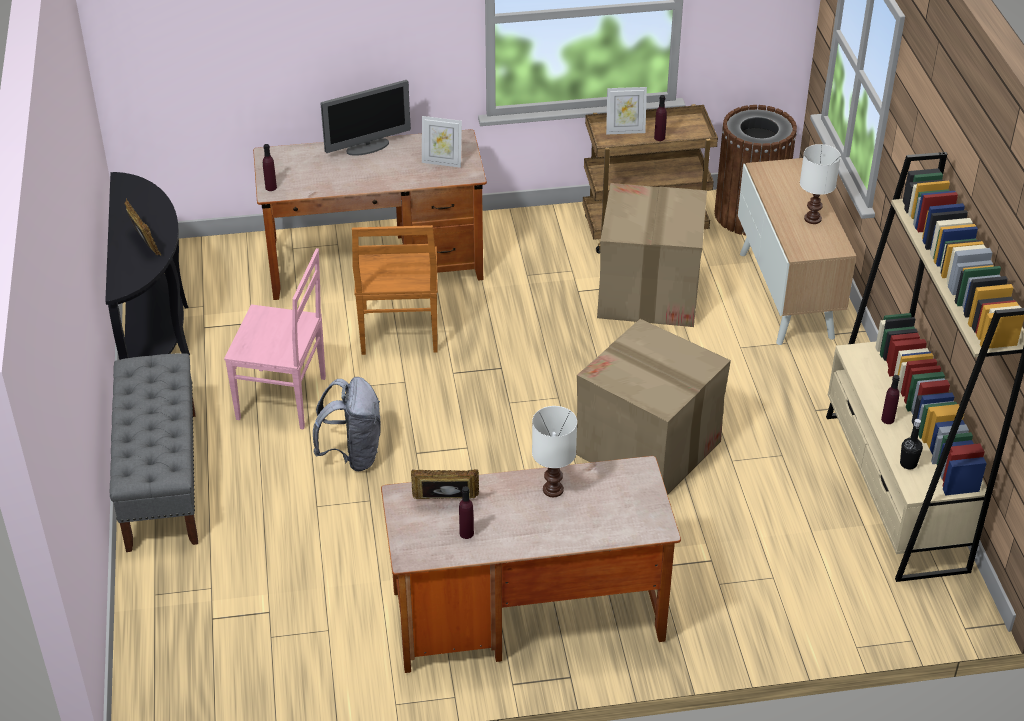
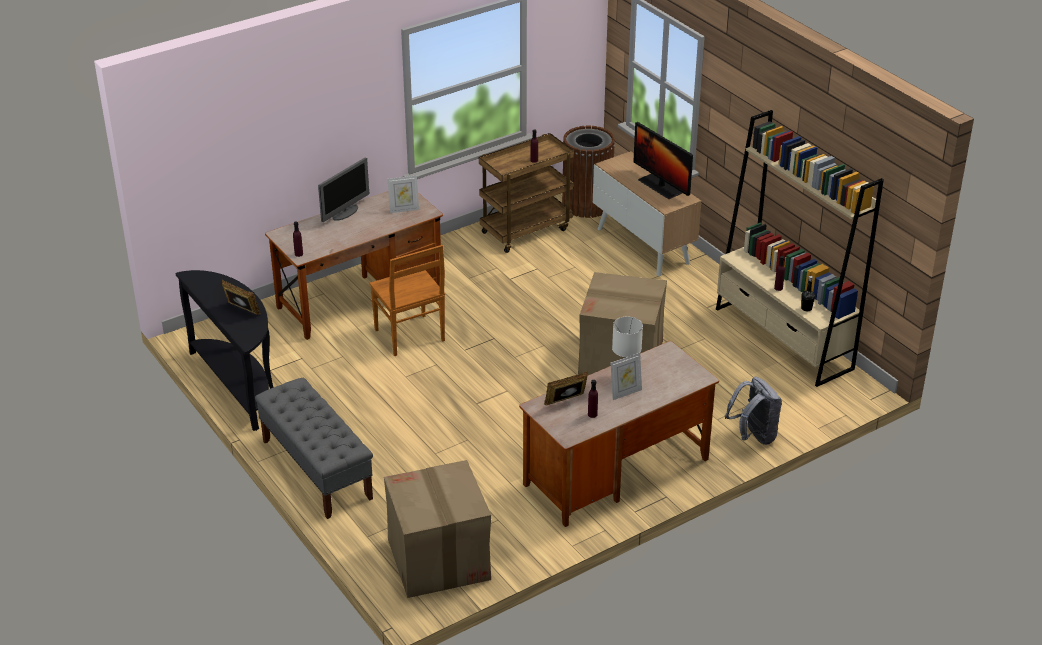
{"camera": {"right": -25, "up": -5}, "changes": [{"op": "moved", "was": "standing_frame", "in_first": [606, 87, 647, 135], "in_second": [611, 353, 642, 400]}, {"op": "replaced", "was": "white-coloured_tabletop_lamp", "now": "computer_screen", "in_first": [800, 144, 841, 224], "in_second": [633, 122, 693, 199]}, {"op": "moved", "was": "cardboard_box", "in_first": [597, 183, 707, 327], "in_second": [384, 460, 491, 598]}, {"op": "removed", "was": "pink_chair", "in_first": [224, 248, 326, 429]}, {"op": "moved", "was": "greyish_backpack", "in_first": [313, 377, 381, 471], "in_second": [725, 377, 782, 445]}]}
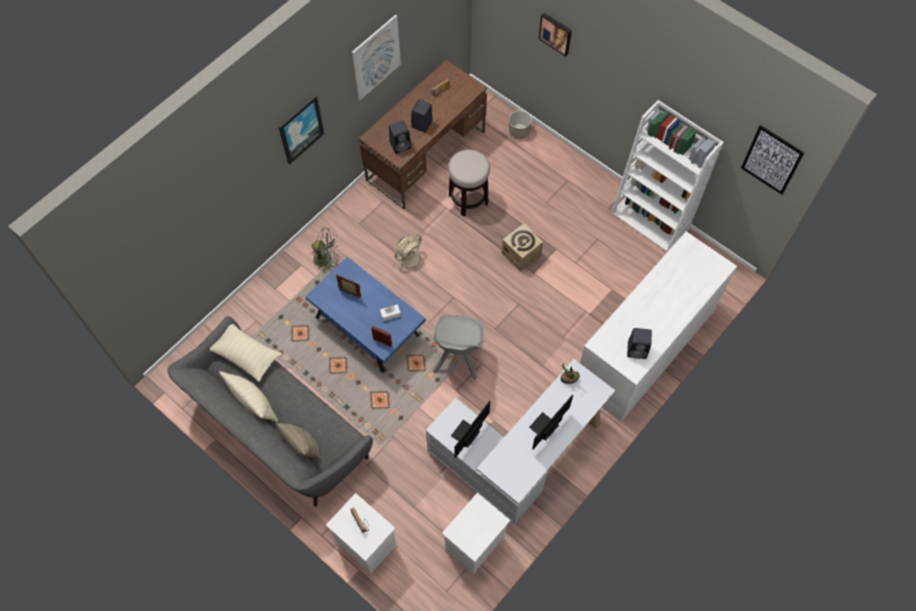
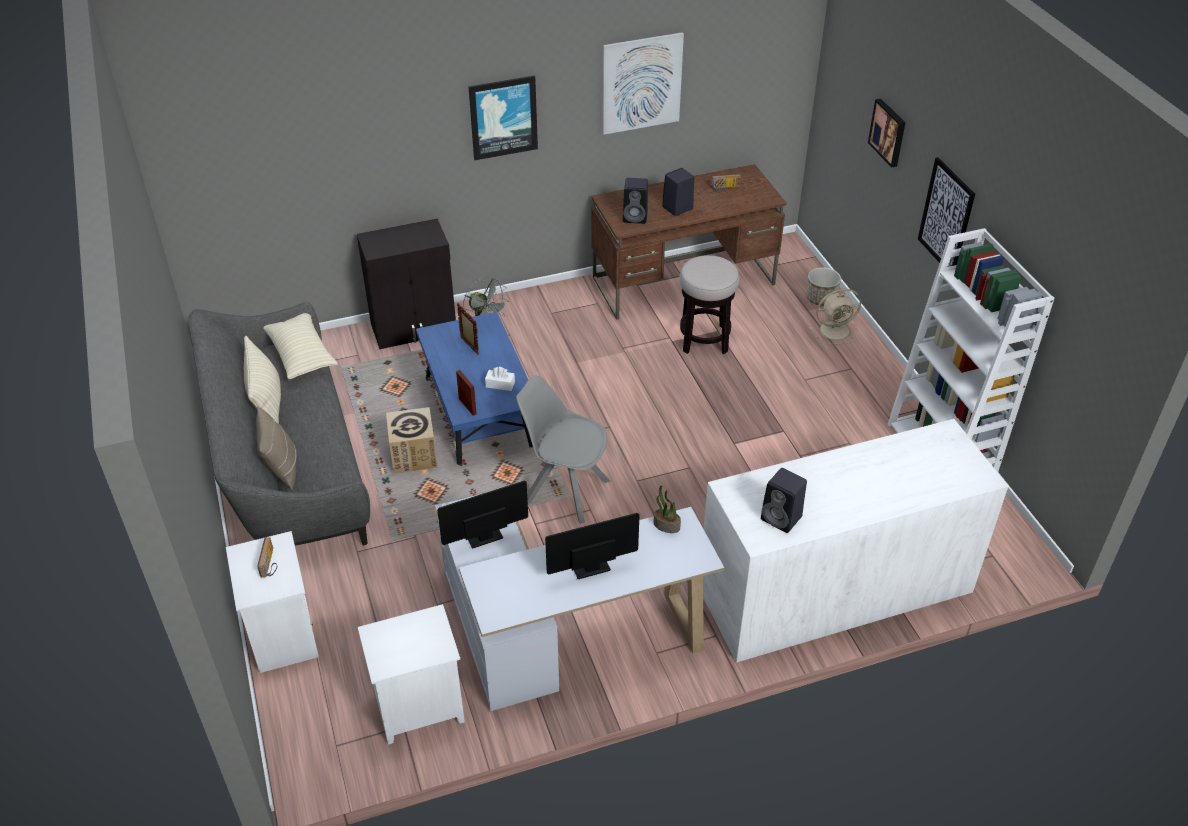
{"camera": {"right": 30, "up": -20}, "changes": [{"op": "moved", "was": "wall_picture", "in_first": [741, 125, 804, 195], "in_second": [918, 157, 975, 267]}, {"op": "moved", "was": "cardboard_box", "in_first": [502, 223, 543, 272], "in_second": [386, 407, 437, 473]}, {"op": "moved", "was": "beige_cooling_fan", "in_first": [392, 234, 426, 272], "in_second": [810, 289, 861, 345]}, {"op": "turned", "was": "greyish_chair", "in_first": [433, 315, 484, 380], "in_second": [516, 376, 611, 524], "clockwise": 75}, {"op": "added", "now": "black_cupboard", "in_second": [357, 219, 456, 349]}]}
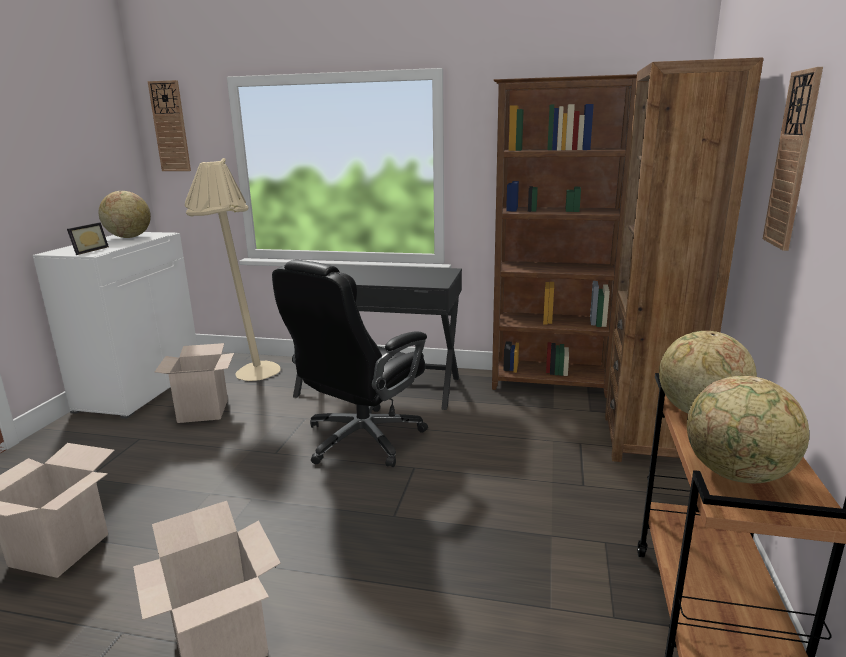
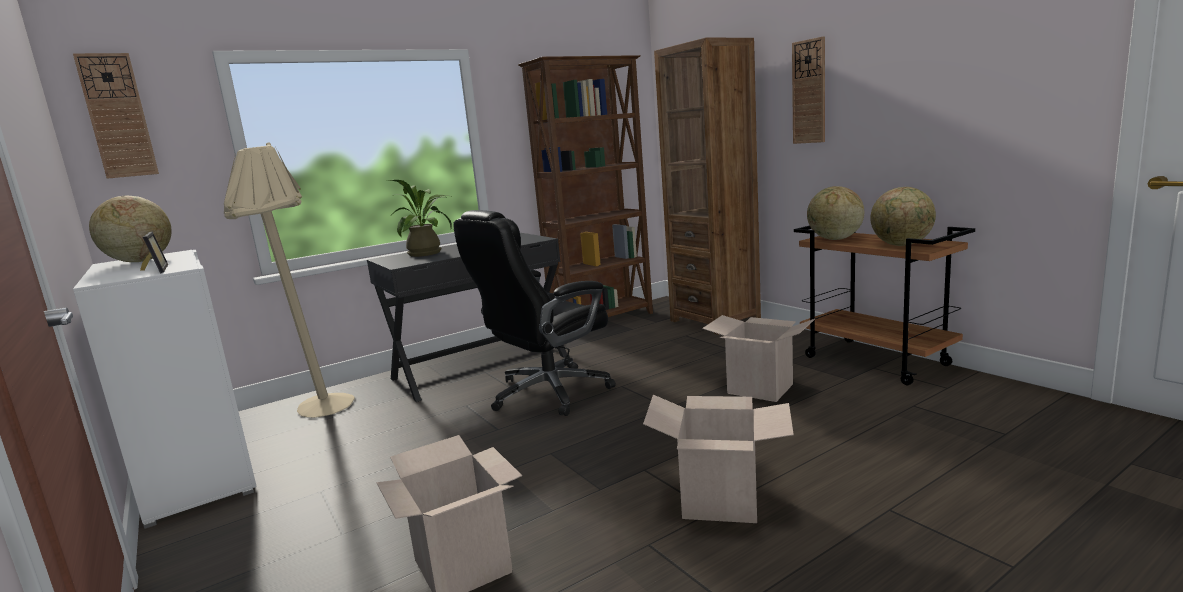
{"camera": {"right": -45, "up": -5}, "changes": [{"op": "turned", "was": "black_computer_chair", "in_first": [272, 260, 428, 467], "in_second": [453, 210, 616, 416], "clockwise": 60}, {"op": "moved", "was": "cardboard_box", "in_first": [155, 343, 234, 423], "in_second": [702, 315, 815, 402]}, {"op": "added", "now": "potted_plant", "in_second": [387, 180, 453, 257]}]}
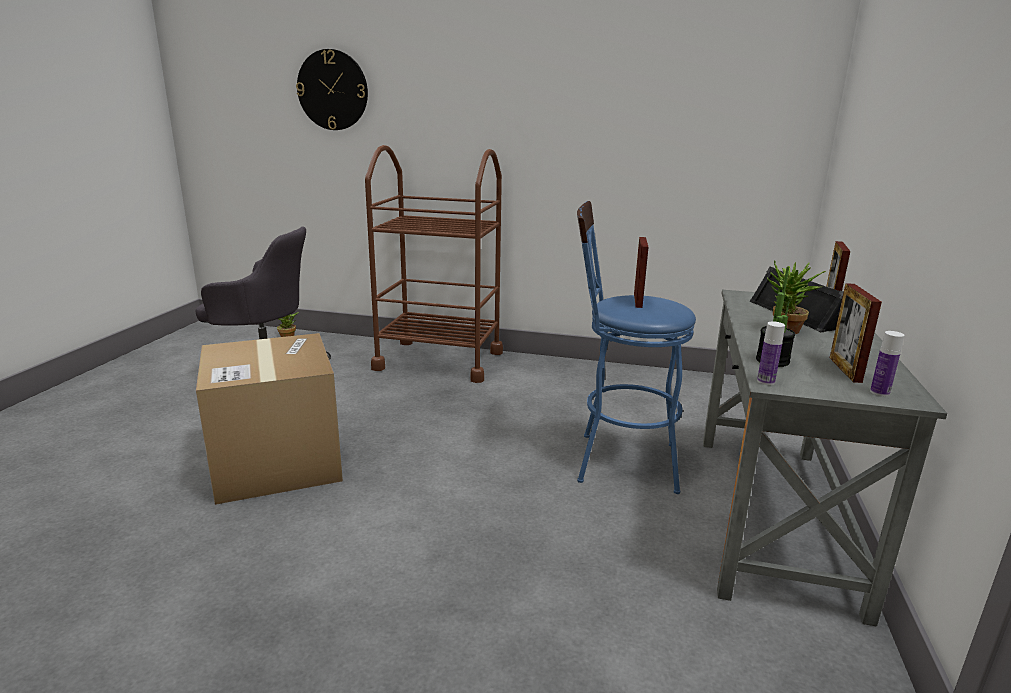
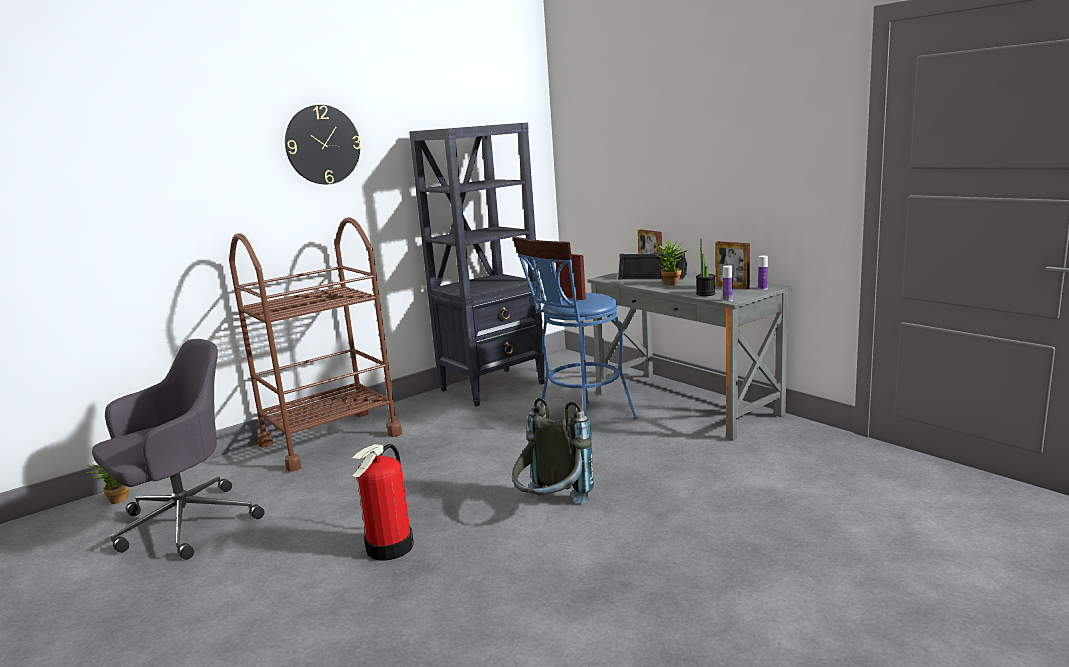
{"camera": {"right": -50, "up": -5}, "changes": [{"op": "moved", "was": "hanging_clock", "in_first": [296, 49, 368, 130], "in_second": [285, 105, 361, 184]}, {"op": "replaced", "was": "cardboard_box", "now": "extinguisher", "in_first": [196, 333, 343, 505], "in_second": [352, 444, 414, 560]}, {"op": "added", "now": "black_bookcase", "in_second": [409, 122, 545, 407]}, {"op": "added", "now": "greyish_backpack", "in_second": [512, 398, 594, 504]}]}
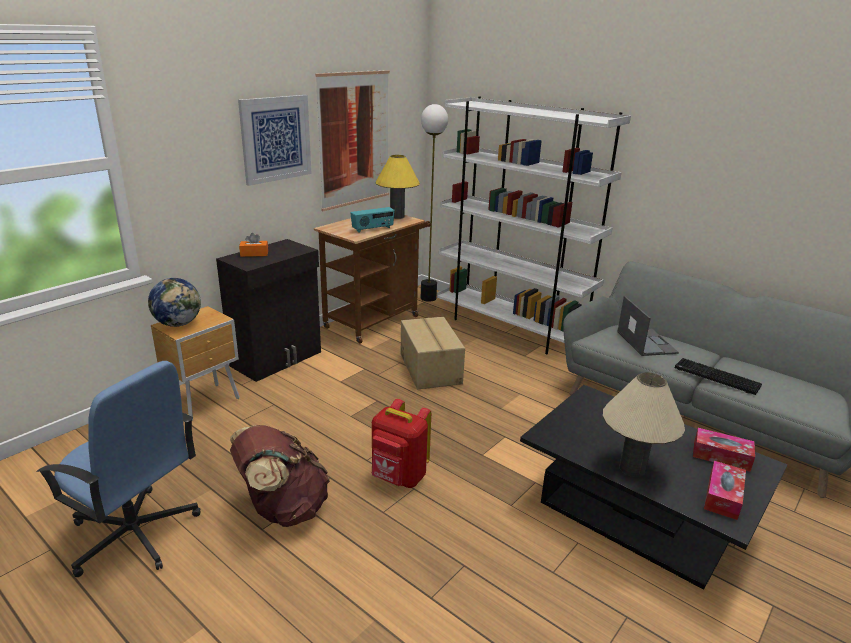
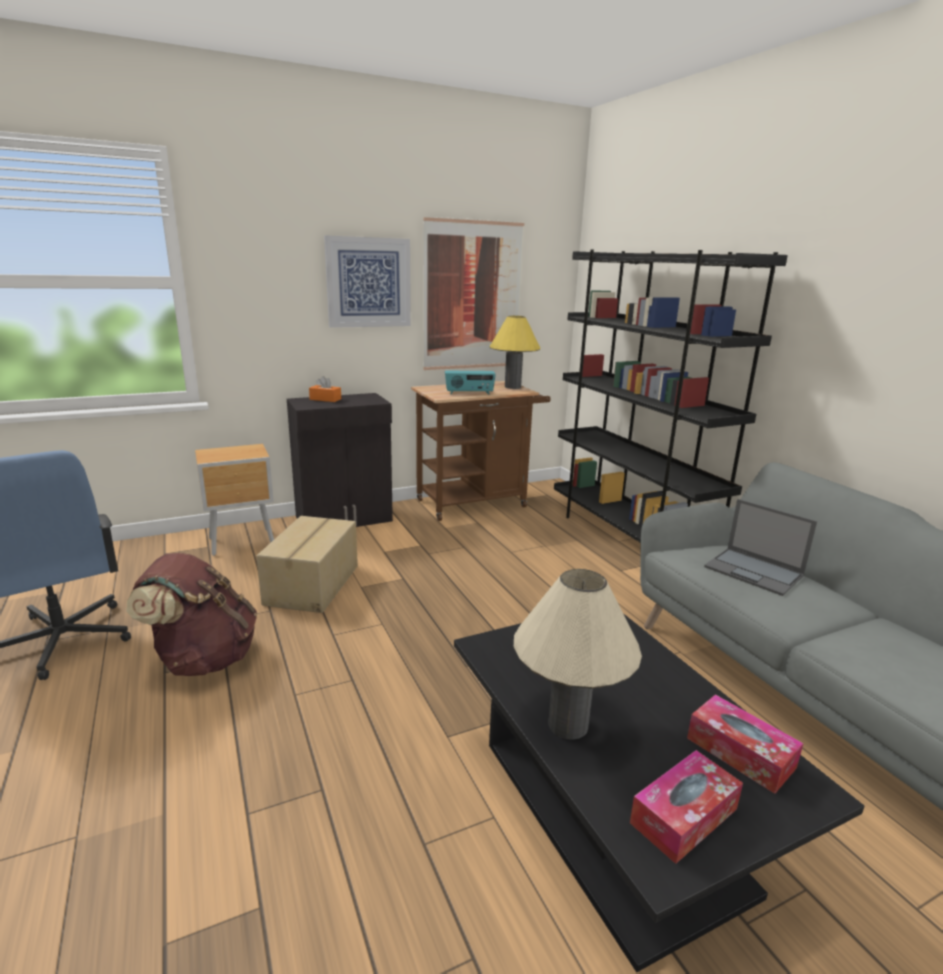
{"camera": {"right": 25, "up": -5}, "changes": [{"op": "recoloured", "was": "white-coloured_bookcase", "now": "black_bookcase", "in_first": [437, 97, 631, 354], "in_second": [554, 249, 788, 543]}, {"op": "removed", "was": "standing_lamp", "in_first": [421, 104, 448, 302]}, {"op": "removed", "was": "world_globe", "in_first": [148, 278, 201, 327]}, {"op": "turned", "was": "laptop", "in_first": [617, 296, 679, 356], "in_second": [704, 499, 817, 596], "clockwise": 120}, {"op": "moved", "was": "cardboard_box", "in_first": [401, 317, 465, 389], "in_second": [256, 516, 358, 613]}, {"op": "removed", "was": "computer_keyboard", "in_first": [675, 358, 762, 395]}, {"op": "removed", "was": "red-coloured_backpack", "in_first": [372, 399, 431, 488]}]}
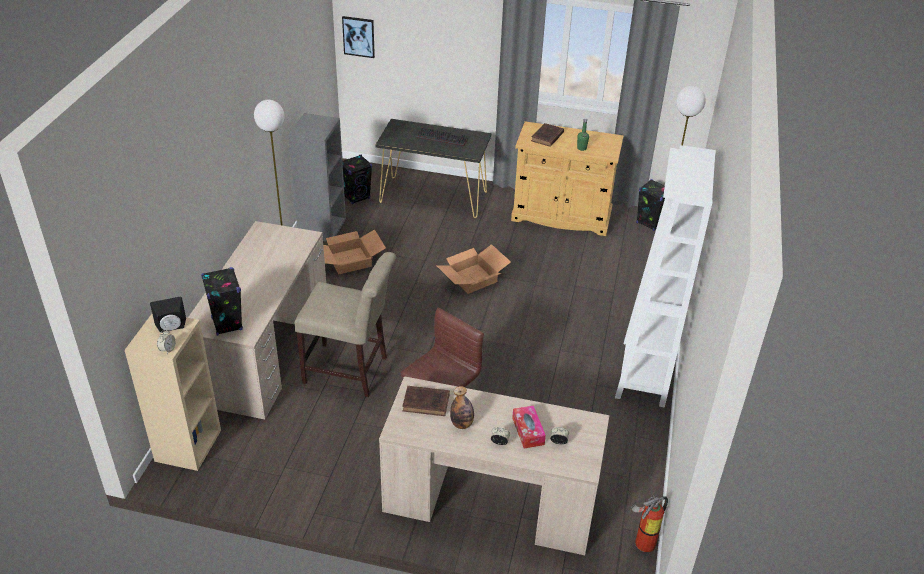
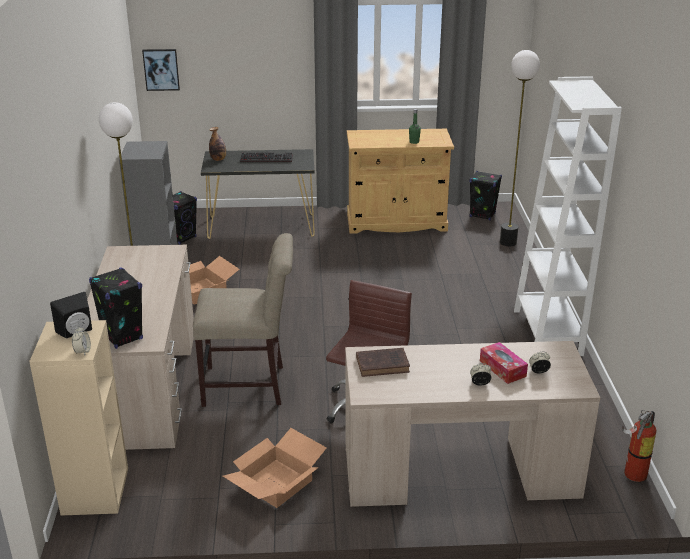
{"camera": {"right": -15, "up": -10}, "changes": [{"op": "removed", "was": "brown_volume", "in_first": [531, 123, 564, 147]}, {"op": "moved", "was": "cardboard_box", "in_first": [436, 244, 511, 294], "in_second": [223, 428, 327, 508]}, {"op": "moved", "was": "beverage_bottle", "in_first": [450, 386, 474, 429], "in_second": [209, 127, 226, 161]}]}
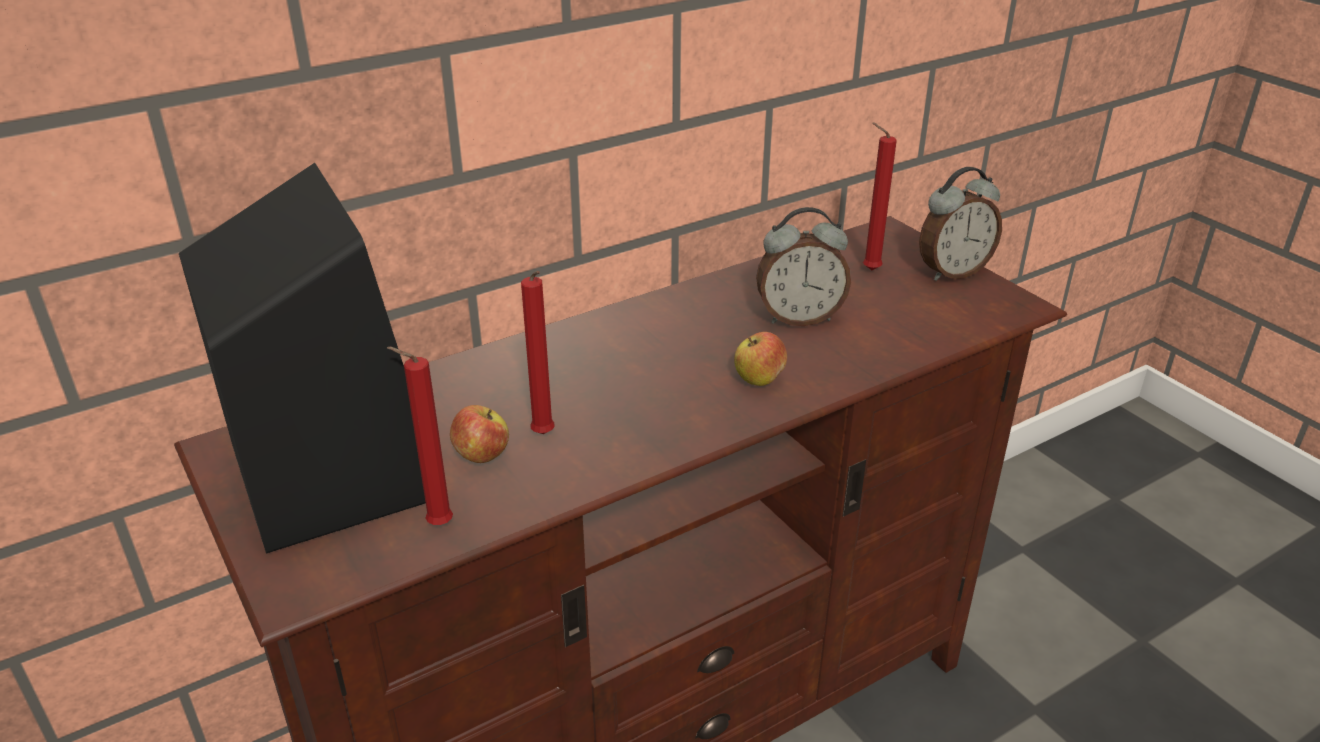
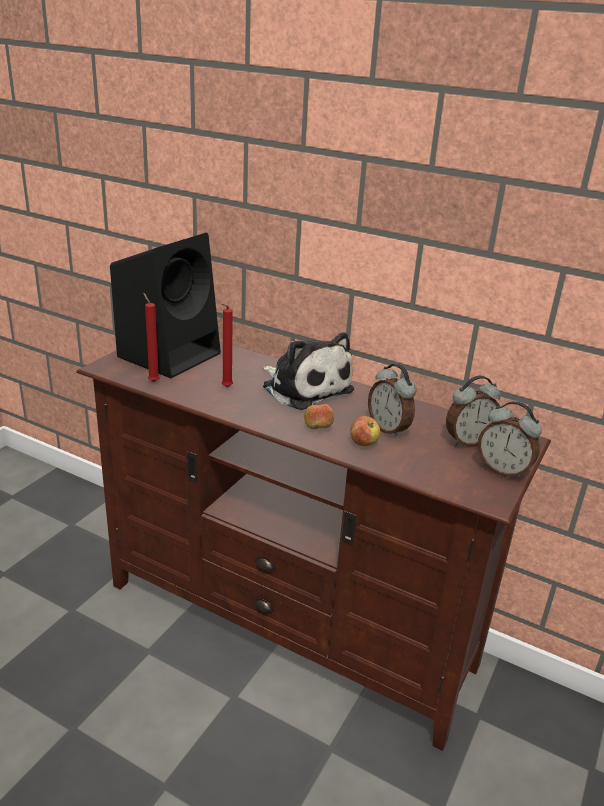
{"camera": {"right": 60, "up": -5}, "changes": [{"op": "replaced", "was": "red-coloured_wax_light", "now": "bedside_clock", "in_first": [863, 122, 897, 270], "in_second": [446, 376, 501, 447]}, {"op": "moved", "was": "whole_apple", "in_first": [450, 405, 509, 463], "in_second": [350, 416, 380, 446]}, {"op": "added", "now": "plush_toy", "in_second": [263, 332, 354, 410]}]}
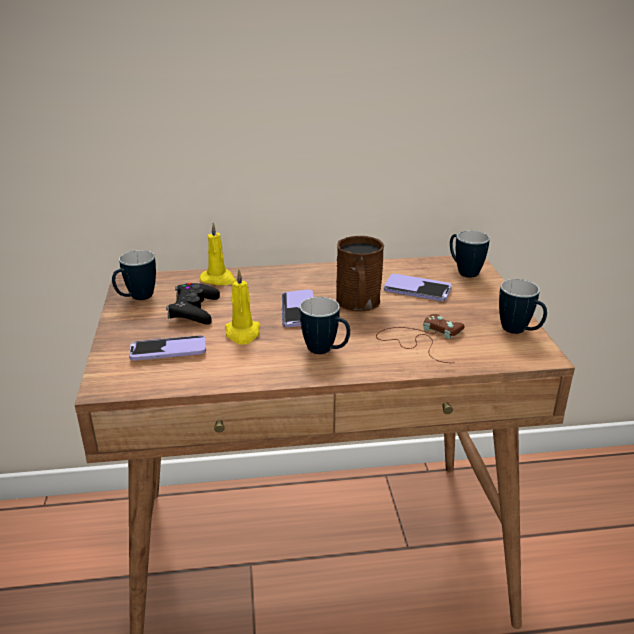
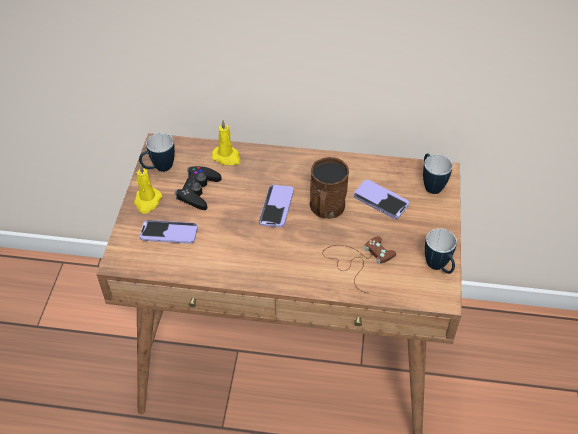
{"camera": {"right": 15, "up": 20}, "changes": [{"op": "moved", "was": "yellow-coloured_wax_light", "in_first": [225, 269, 260, 345], "in_second": [134, 164, 162, 214]}, {"op": "removed", "was": "tea_mug", "in_first": [300, 297, 350, 354]}]}
